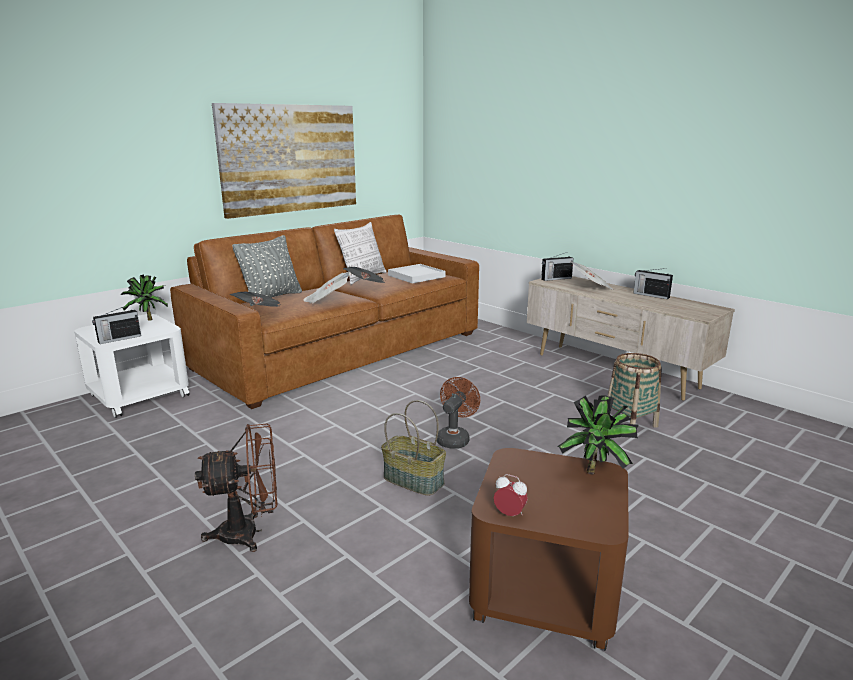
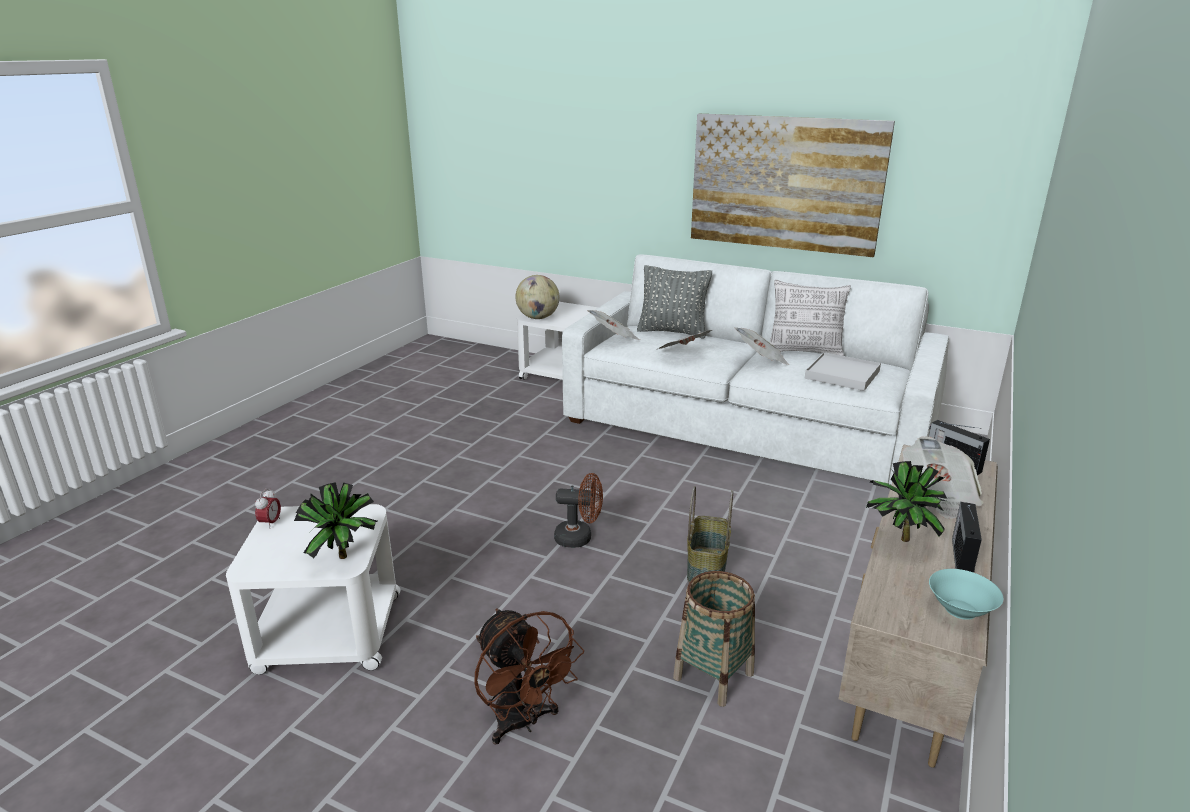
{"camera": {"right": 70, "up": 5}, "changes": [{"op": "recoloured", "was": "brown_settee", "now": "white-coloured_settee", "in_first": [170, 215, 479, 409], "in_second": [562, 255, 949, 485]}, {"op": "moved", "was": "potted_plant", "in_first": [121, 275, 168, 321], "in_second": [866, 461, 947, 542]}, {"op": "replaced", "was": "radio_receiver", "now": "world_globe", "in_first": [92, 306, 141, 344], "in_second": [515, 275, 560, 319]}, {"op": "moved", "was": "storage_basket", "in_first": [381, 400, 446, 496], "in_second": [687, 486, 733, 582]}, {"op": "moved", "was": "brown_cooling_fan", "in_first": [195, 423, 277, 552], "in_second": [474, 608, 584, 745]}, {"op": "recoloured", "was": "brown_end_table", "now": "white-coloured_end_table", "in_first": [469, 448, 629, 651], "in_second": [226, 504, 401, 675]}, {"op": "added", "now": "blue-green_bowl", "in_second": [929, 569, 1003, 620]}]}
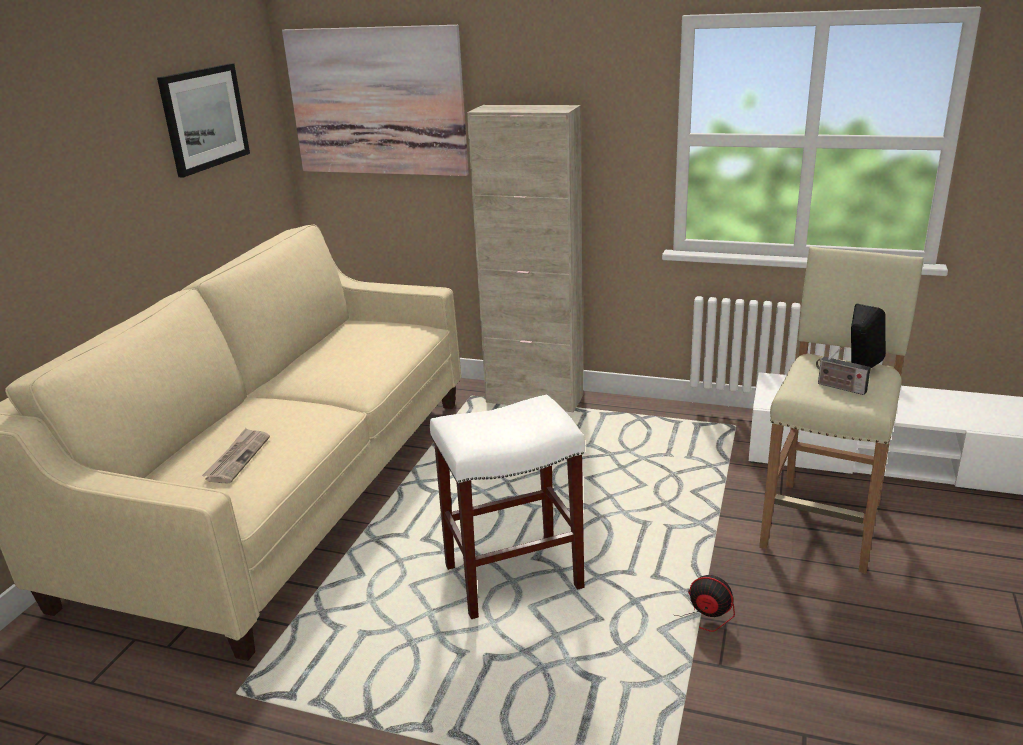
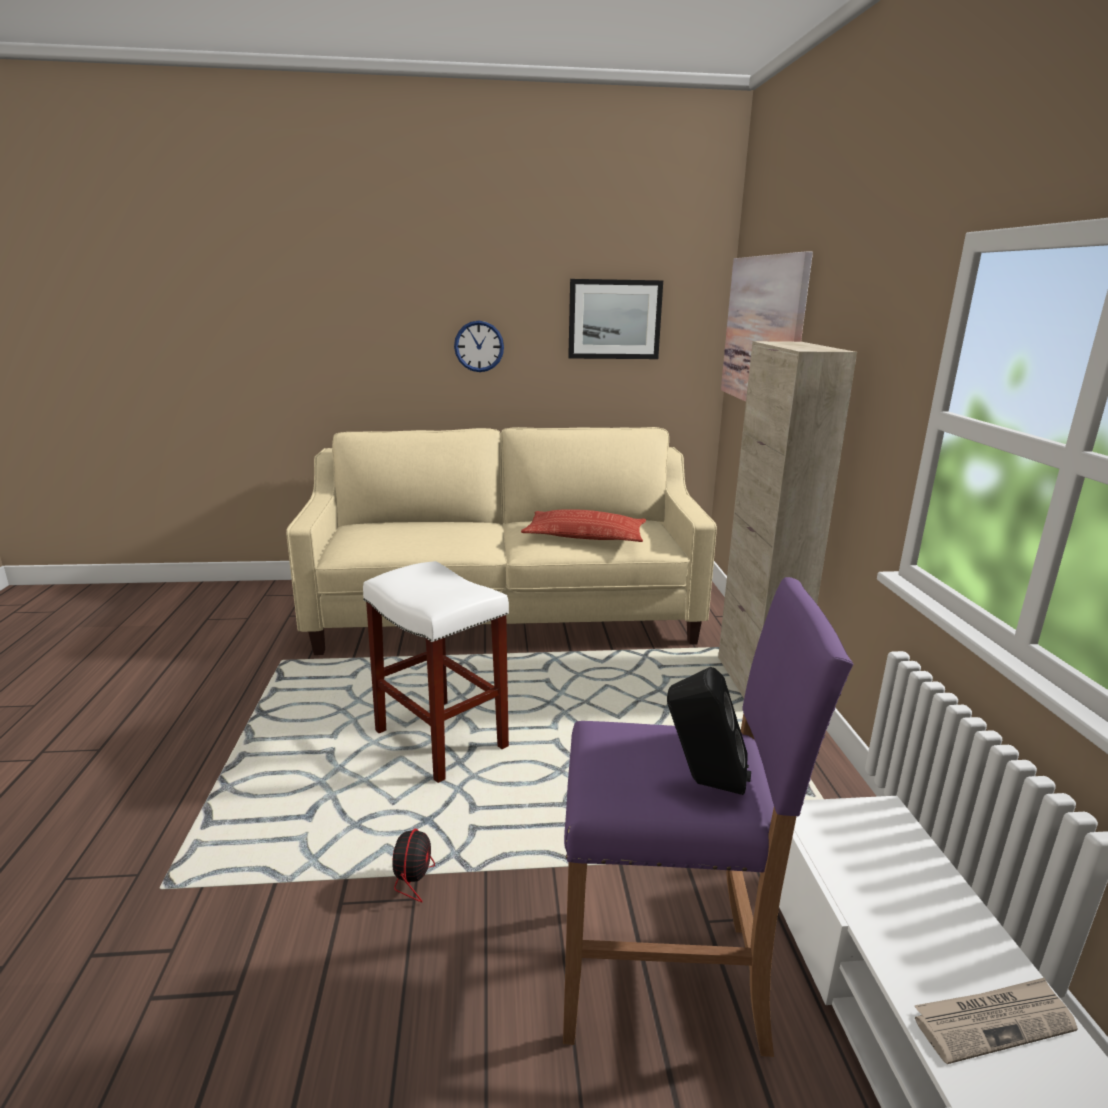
{"camera": {"right": 65, "up": -5}, "changes": [{"op": "recoloured", "was": "beige_stool_seat", "now": "purple_stool_seat", "in_first": [759, 247, 924, 574], "in_second": [563, 577, 854, 1057]}, {"op": "removed", "was": "radio_receiver", "in_first": [816, 348, 871, 395]}, {"op": "moved", "was": "daily_paper", "in_first": [202, 428, 270, 483], "in_second": [915, 978, 1078, 1064]}, {"op": "added", "now": "hanging_clock", "in_second": [454, 321, 504, 372]}, {"op": "added", "now": "pillow", "in_second": [521, 509, 646, 542]}]}
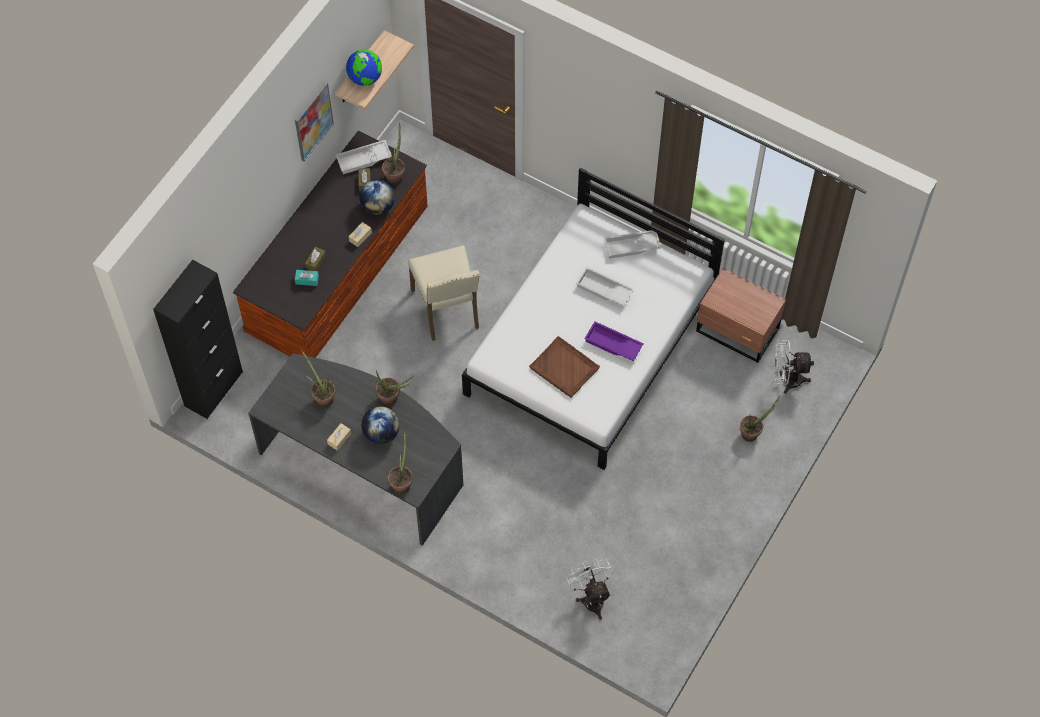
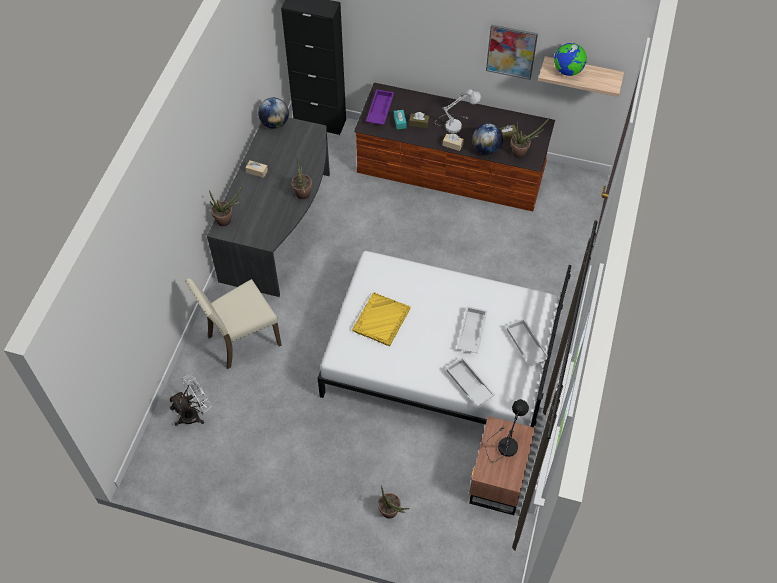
{"camera": {"right": 75, "up": -5}, "changes": [{"op": "moved", "was": "white-coloured_carrying_tray", "in_first": [336, 140, 392, 174], "in_second": [446, 357, 495, 406]}, {"op": "moved", "was": "beige_chair", "in_first": [408, 245, 480, 341], "in_second": [185, 278, 282, 369]}, {"op": "moved", "was": "purple_carrying_tray", "in_first": [584, 321, 644, 361], "in_second": [366, 89, 394, 125]}, {"op": "recoloured", "was": "brown_carrying_tray", "now": "yellow-coloured_carrying_tray", "in_first": [529, 336, 600, 398], "in_second": [352, 292, 410, 346]}, {"op": "removed", "was": "white-coloured_cooling_fan", "in_first": [774, 340, 814, 394]}, {"op": "removed", "was": "potted_plant", "in_first": [301, 350, 336, 407]}, {"op": "moved", "was": "world_globe", "in_first": [362, 406, 400, 444], "in_second": [258, 98, 289, 129]}, {"op": "added", "now": "white-coloured_tabletop_lamp", "in_second": [435, 89, 482, 133]}, {"op": "added", "now": "black_tabletop_lamp", "in_second": [485, 399, 529, 462]}]}
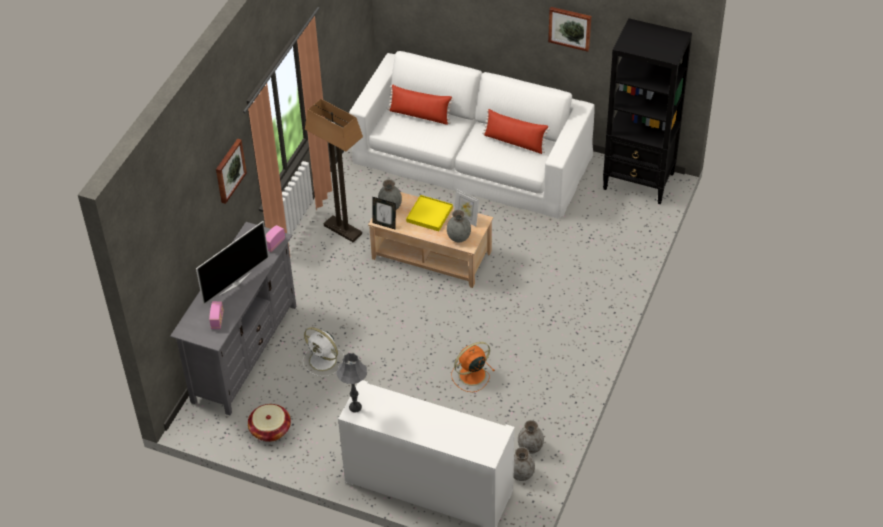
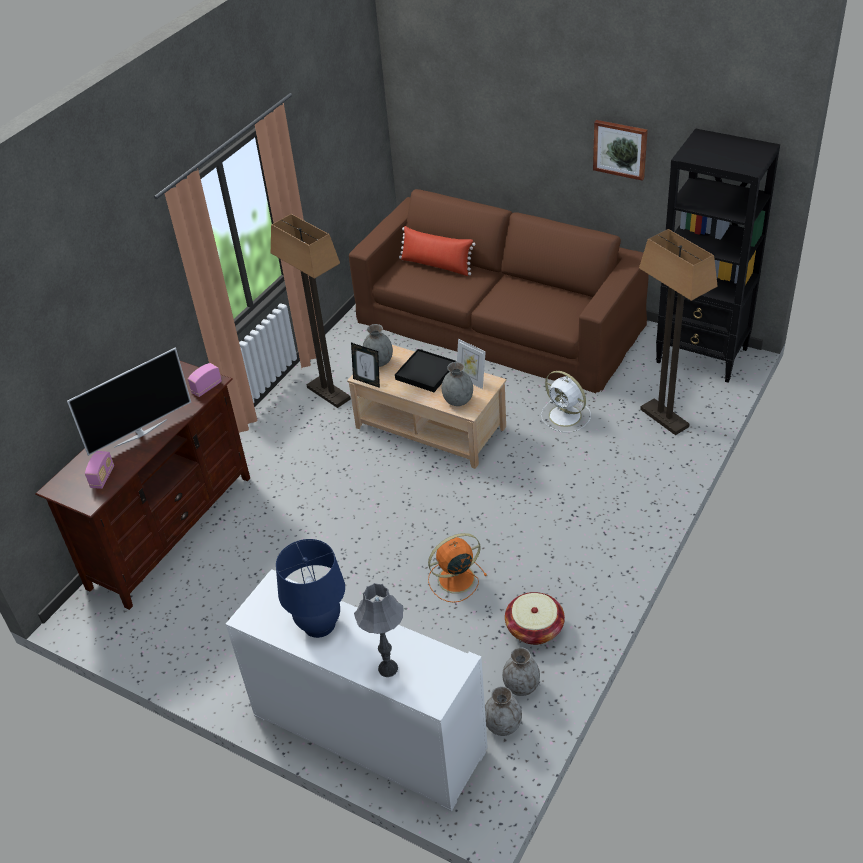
{"camera": {"right": 10, "up": -5}, "changes": [{"op": "recoloured", "was": "white-coloured_settee", "now": "brown_settee", "in_first": [349, 51, 595, 219], "in_second": [349, 189, 649, 393]}, {"op": "removed", "was": "red-coloured_pillow", "in_first": [482, 109, 550, 154]}, {"op": "removed", "was": "wall_picture", "in_first": [216, 138, 247, 204]}, {"op": "recoloured", "was": "yellow-coloured_carrying_tray", "now": "black_carrying_tray", "in_first": [406, 195, 453, 231], "in_second": [395, 349, 456, 392]}, {"op": "recoloured", "was": "greyish_tv_stand", "now": "brown_tv_stand", "in_first": [170, 222, 296, 415], "in_second": [35, 361, 250, 610]}, {"op": "moved", "was": "white-coloured_cooling_fan", "in_first": [303, 327, 344, 377], "in_second": [541, 371, 591, 432]}, {"op": "moved", "was": "greyish_tabletop_lamp", "in_first": [336, 353, 367, 413], "in_second": [354, 583, 403, 677]}, {"op": "moved", "was": "storage_basket", "in_first": [248, 404, 291, 442], "in_second": [505, 592, 565, 645]}, {"op": "added", "now": "standing_lamp", "in_second": [639, 229, 718, 435]}, {"op": "added", "now": "blue-coloured_tabletop_lamp", "in_second": [276, 539, 345, 638]}]}
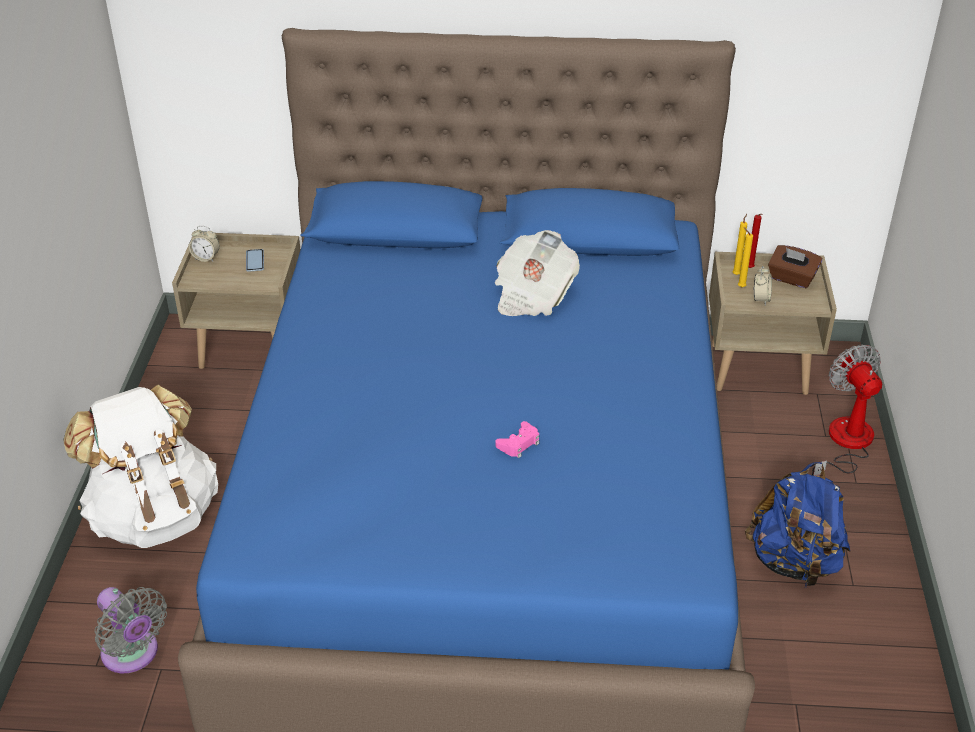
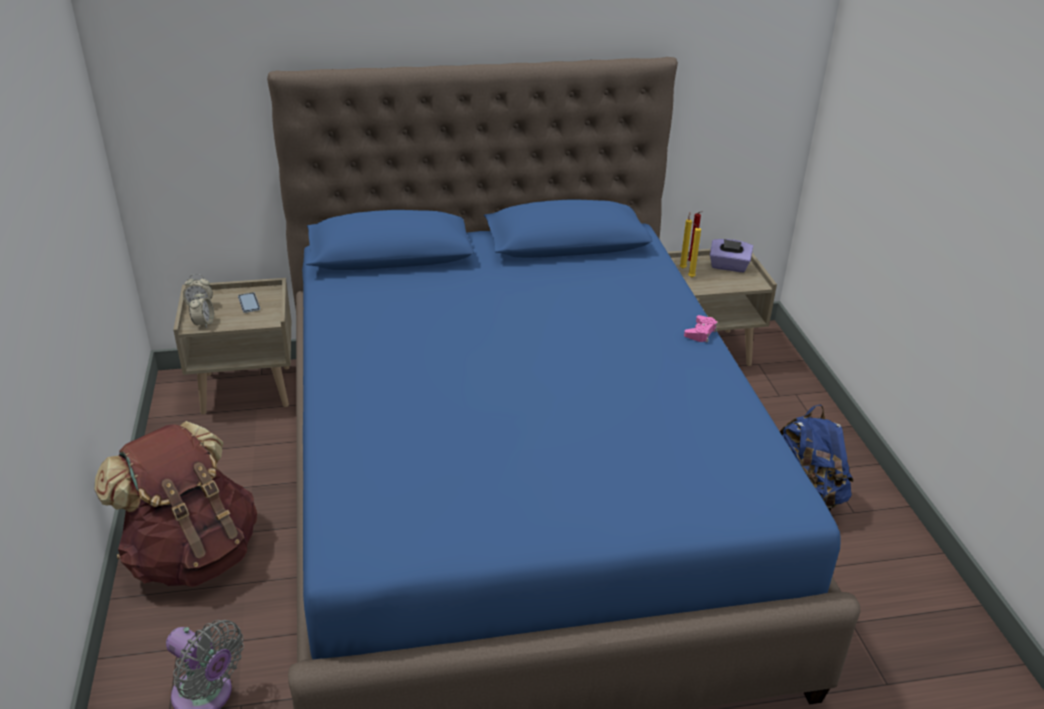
{"camera": {"right": -15, "up": -5}, "changes": [{"op": "removed", "was": "daily_paper", "in_first": [495, 230, 580, 316]}, {"op": "recoloured", "was": "brown_tissue_holder", "now": "purple_tissue_holder", "in_first": [768, 245, 823, 288], "in_second": [710, 239, 753, 272]}, {"op": "moved", "was": "bedside_clock", "in_first": [753, 265, 772, 305], "in_second": [189, 291, 214, 328]}, {"op": "removed", "was": "cooling_fan", "in_first": [811, 344, 882, 476]}, {"op": "recoloured", "was": "white-coloured_backpack", "now": "brown_backpack", "in_first": [64, 385, 218, 548], "in_second": [94, 421, 257, 587]}, {"op": "moved", "was": "pink_game_controller", "in_first": [495, 421, 539, 458], "in_second": [684, 315, 717, 342]}]}
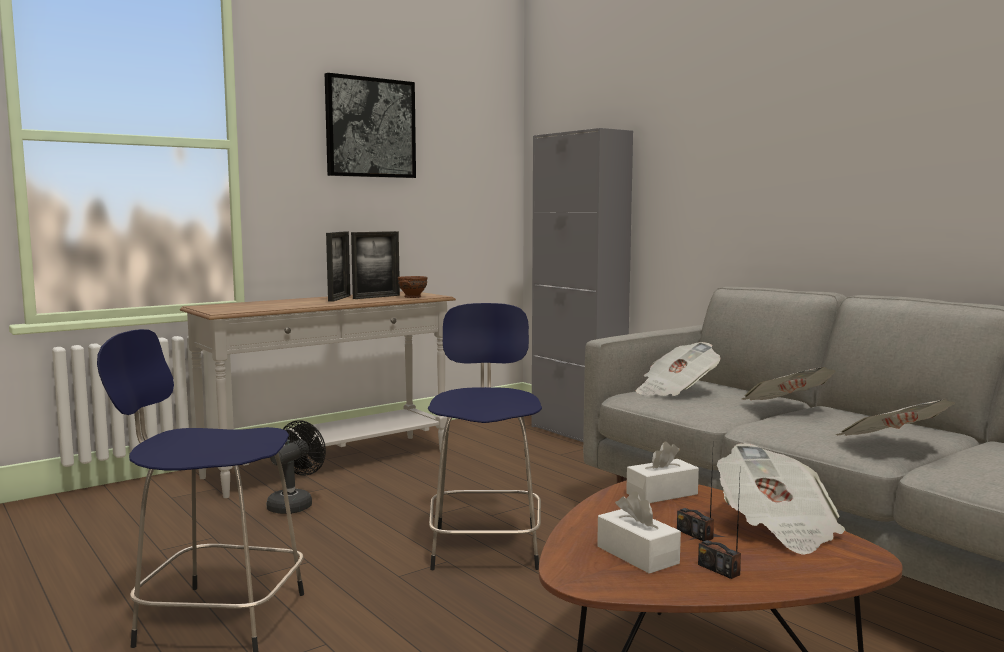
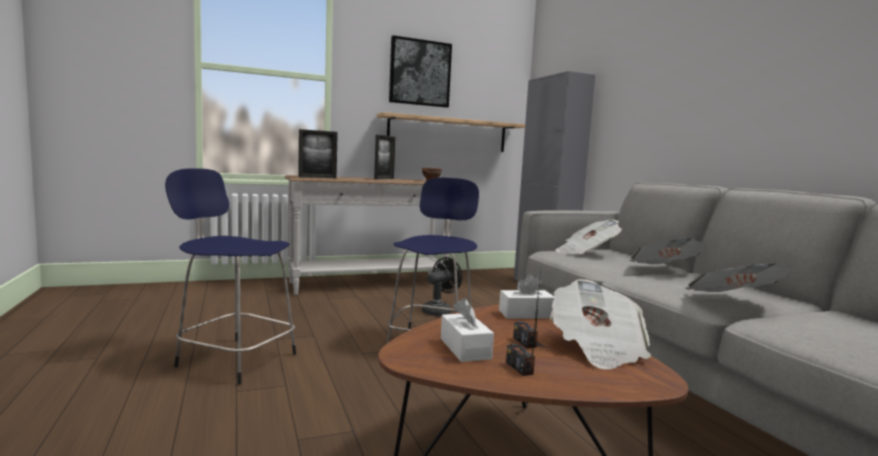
{"camera": {"right": 15, "up": 0}, "changes": [{"op": "moved", "was": "standing_frame", "in_first": [351, 231, 400, 299], "in_second": [298, 129, 338, 178]}, {"op": "moved", "was": "black_cooling_fan", "in_first": [267, 420, 326, 514], "in_second": [422, 257, 462, 316]}, {"op": "added", "now": "shelf", "in_second": [377, 112, 525, 152]}]}
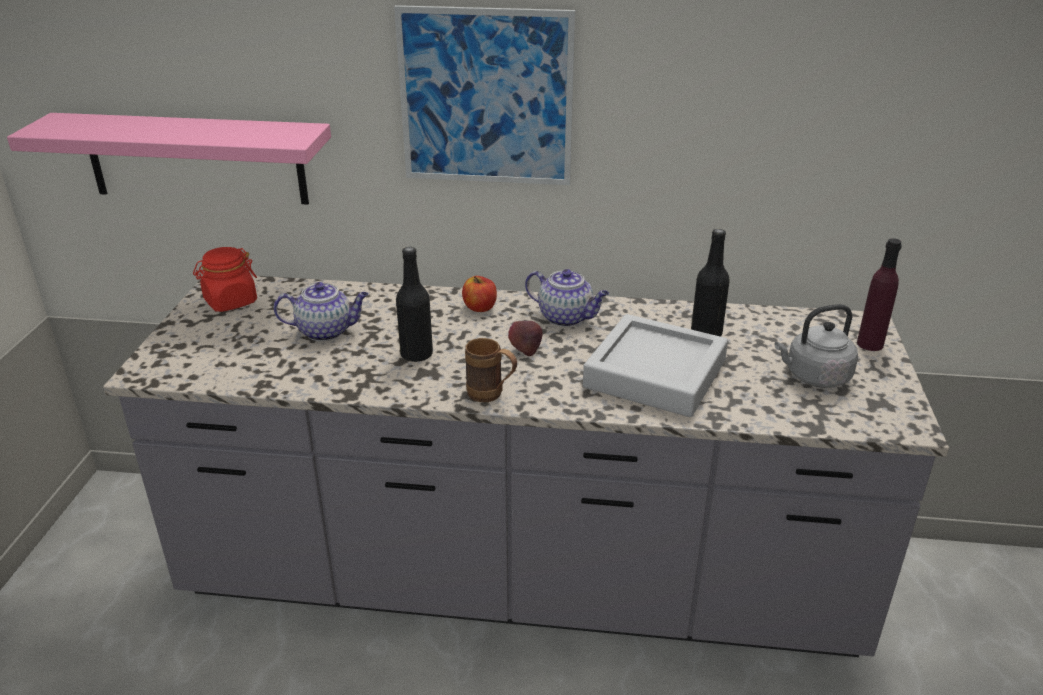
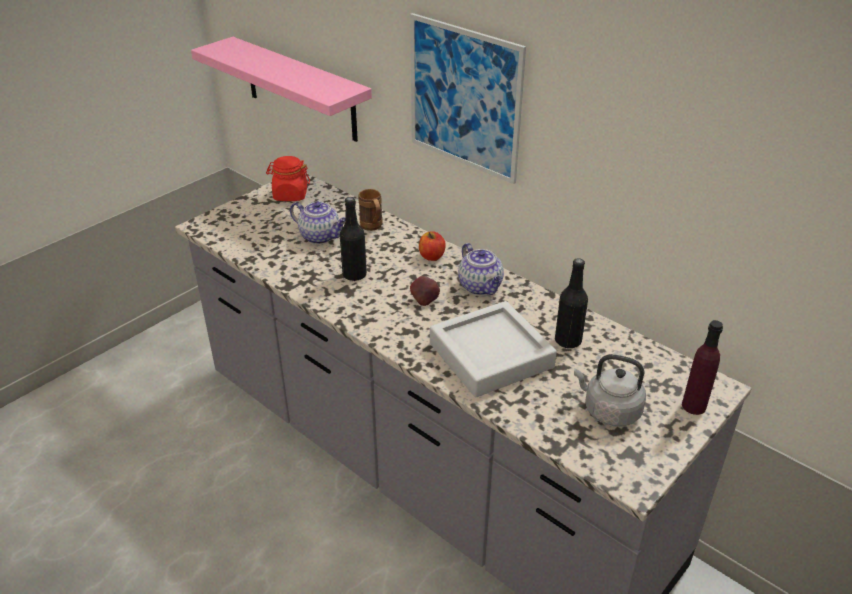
{"camera": {"right": 35, "up": 5}, "changes": [{"op": "moved", "was": "brown_tea_mug", "in_first": [465, 338, 517, 402], "in_second": [358, 189, 382, 231]}]}
